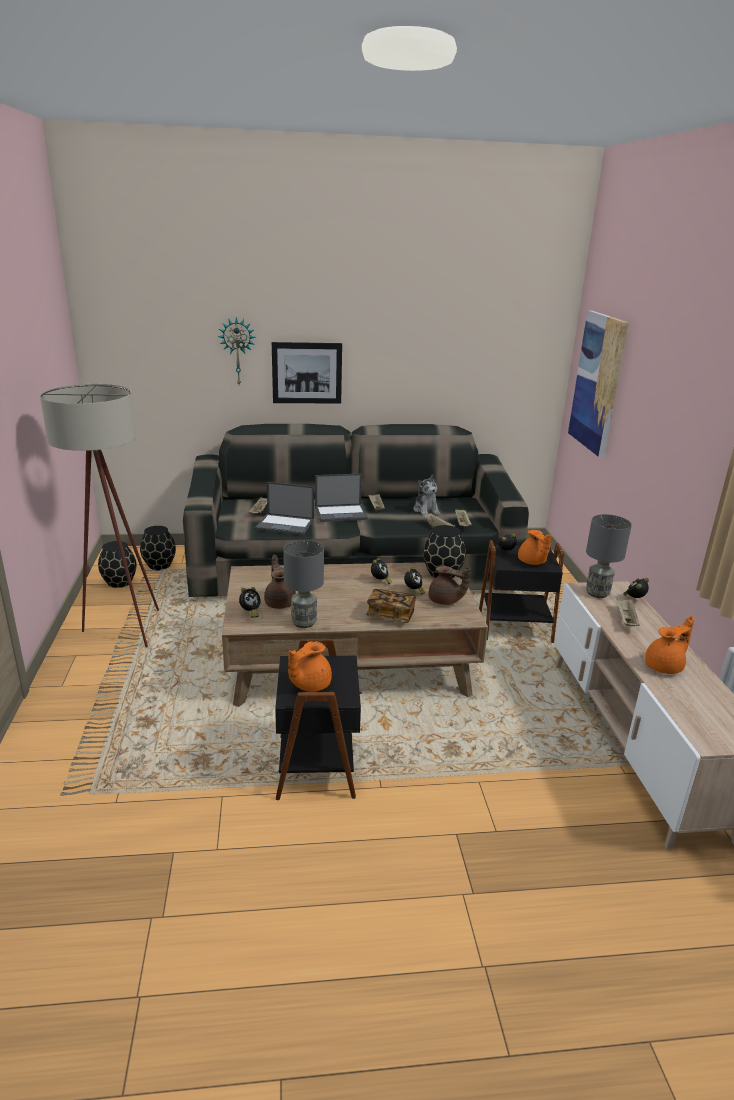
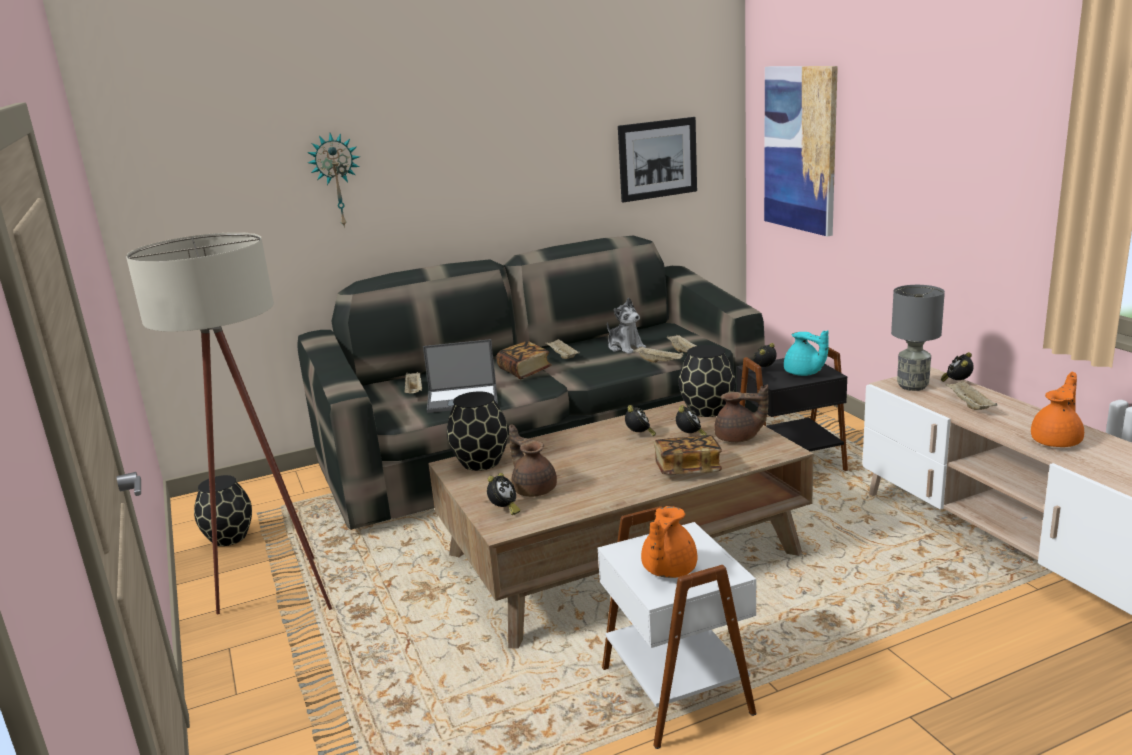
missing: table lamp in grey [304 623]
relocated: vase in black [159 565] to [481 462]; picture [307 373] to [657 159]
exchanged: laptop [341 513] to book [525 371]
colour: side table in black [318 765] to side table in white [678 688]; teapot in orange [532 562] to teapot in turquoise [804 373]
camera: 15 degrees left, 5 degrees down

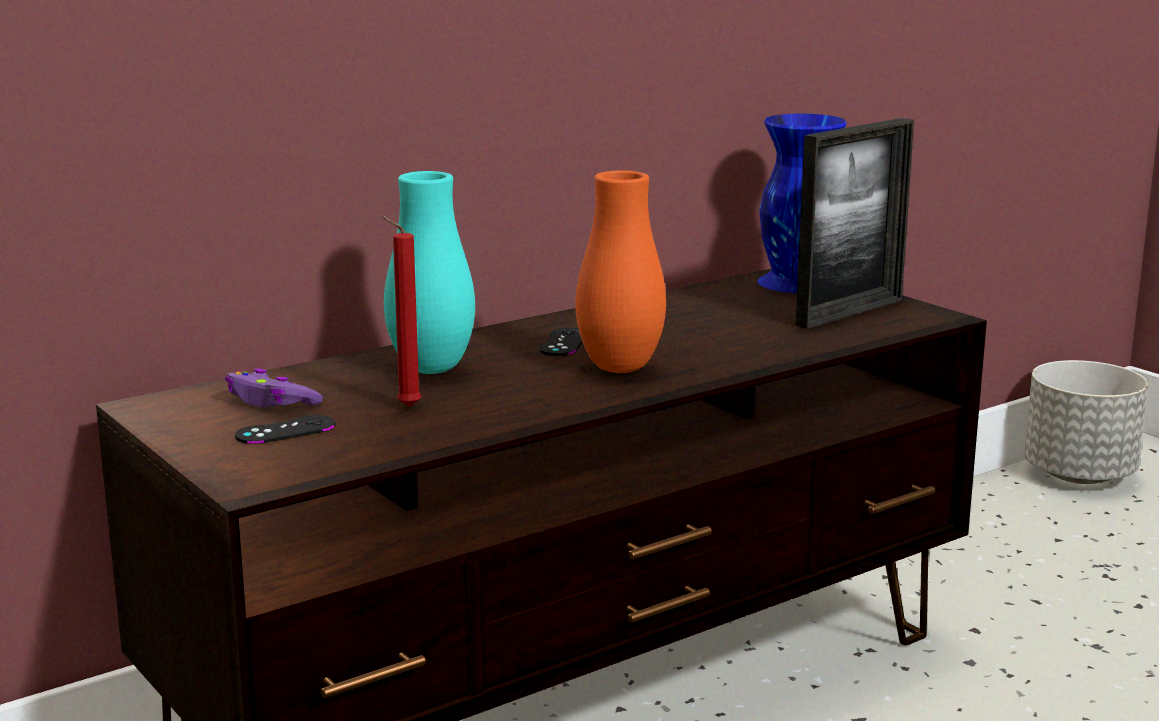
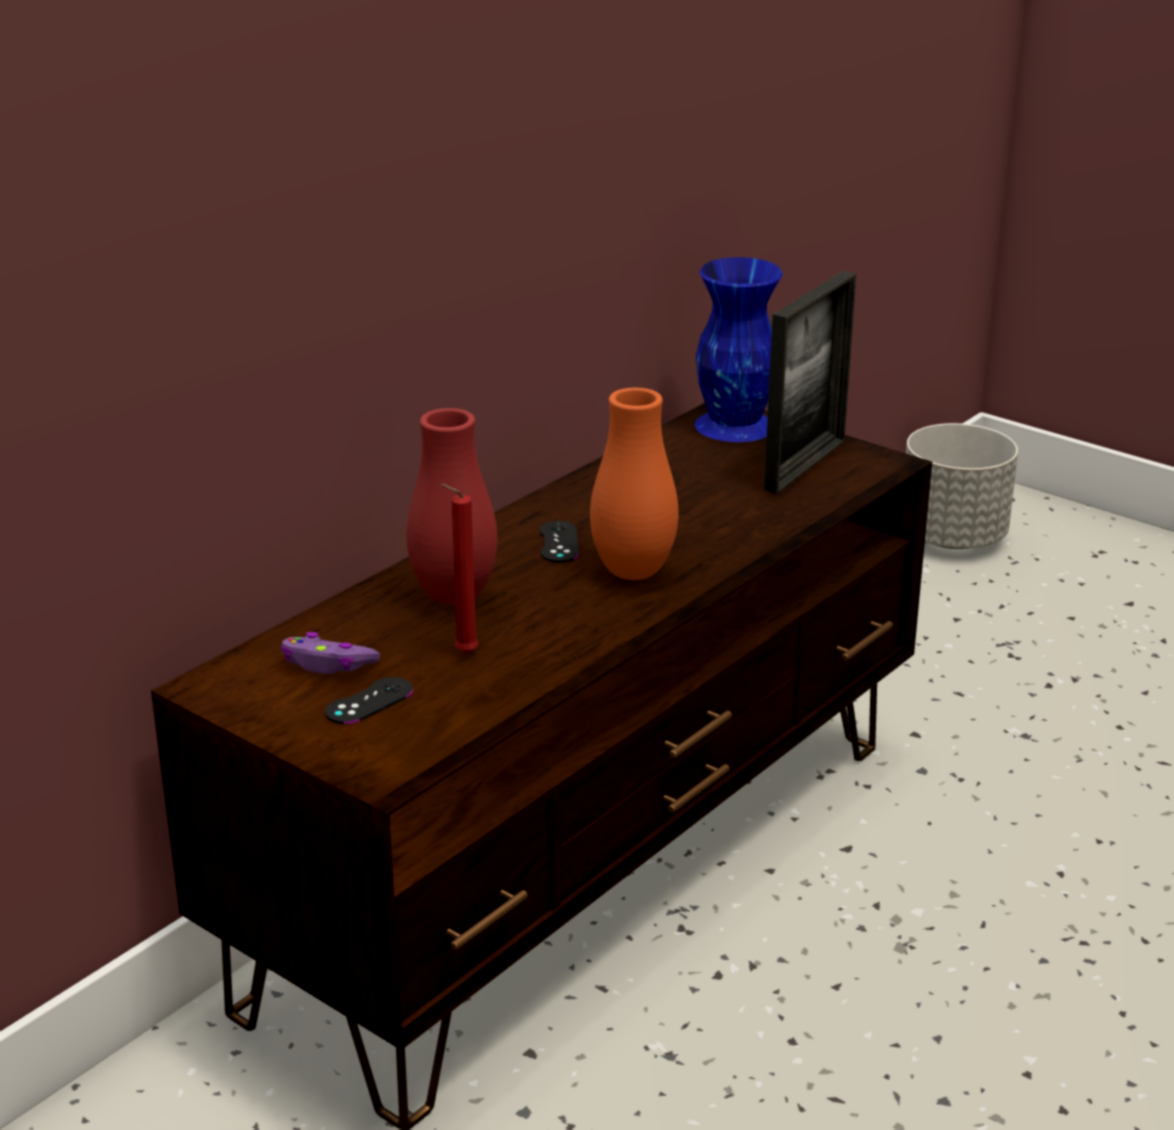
colour: vase in turquoise [431 369] to vase in red [454 596]
camera: 15 degrees left, 10 degrees up

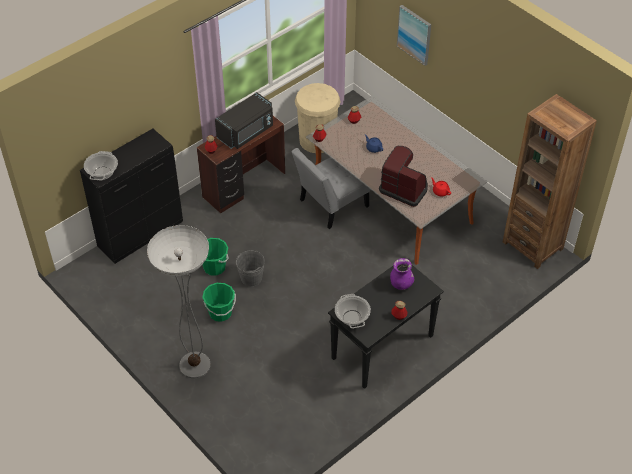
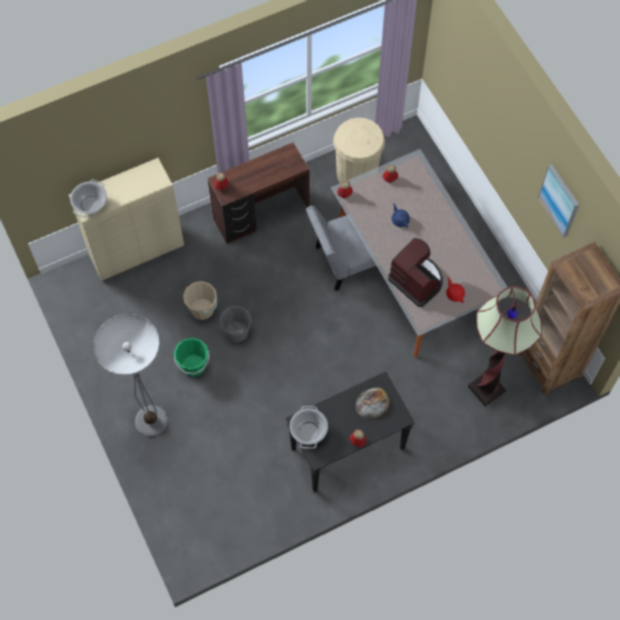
missing: microwave in black [246 132]
appeared: floor lamp [486 389]
relocated: picture [414 34] to [559 200]
exchanged: vase in purple [401 284] to bread [372 403]
colour: cabinet in black [141 234] to cabinet in beige [137 251]; bucket in green [214 267] to bucket in beige [202 309]
camera: 15 degrees right, 15 degrees up

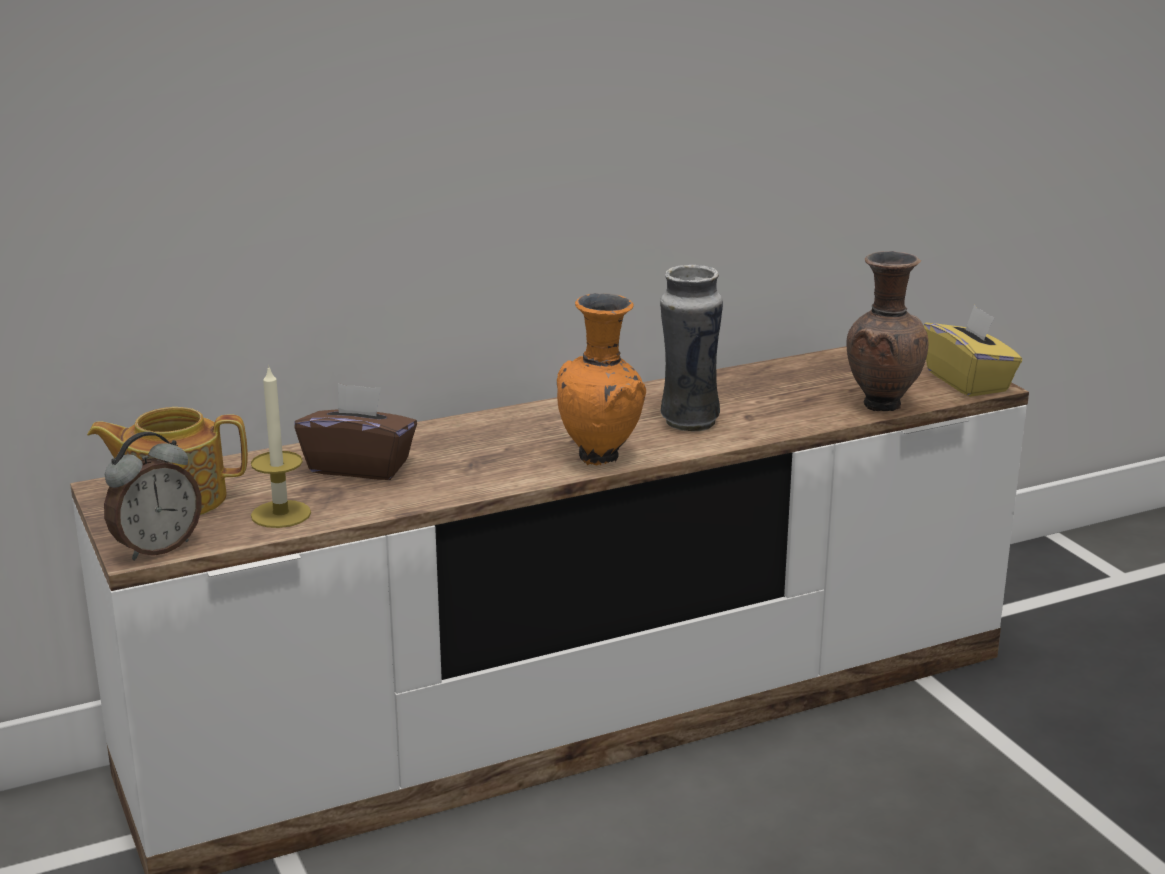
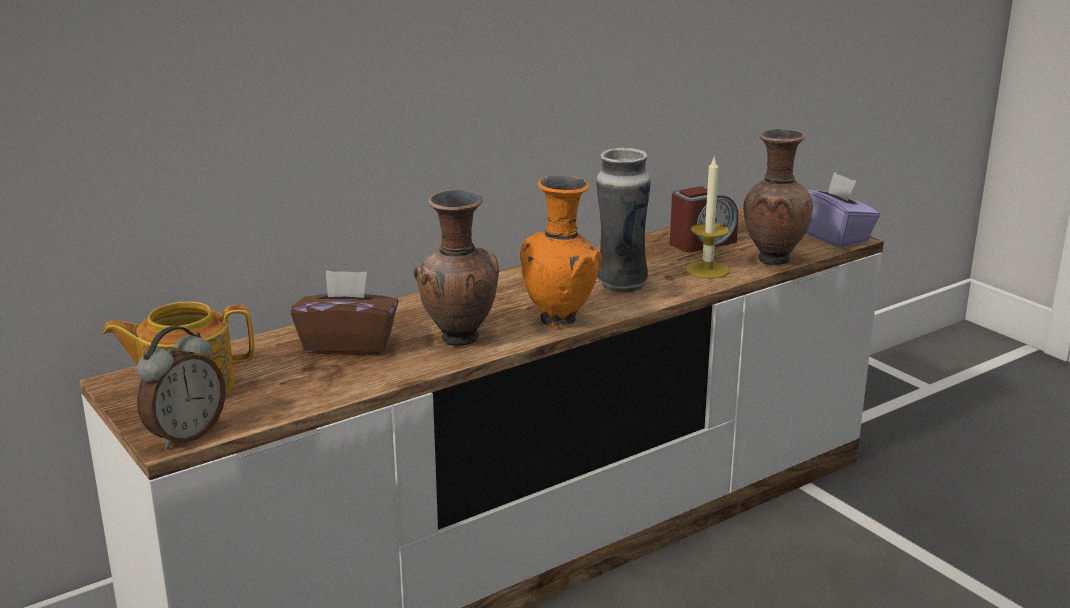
appeared: vase in brown [459 341]; alarm clock [701 242]
relocated: candle [281 514] to [707 270]
colour: tissue box in yellow [968 382] to tissue box in purple [832 236]
camera: 10 degrees left, 0 degrees up

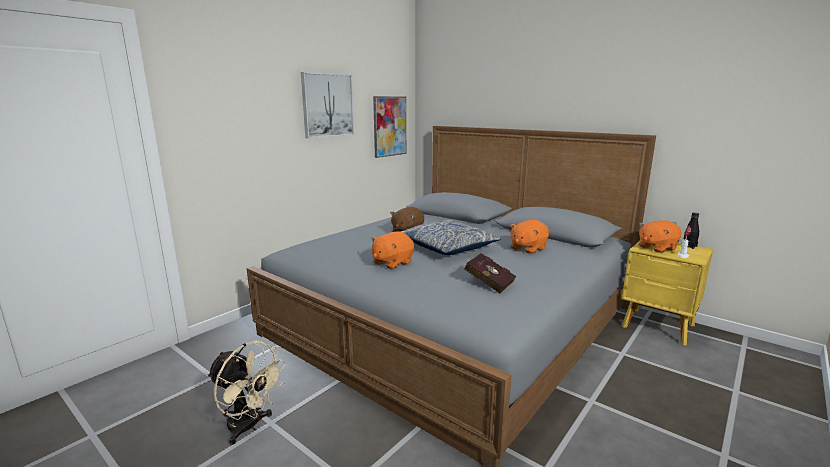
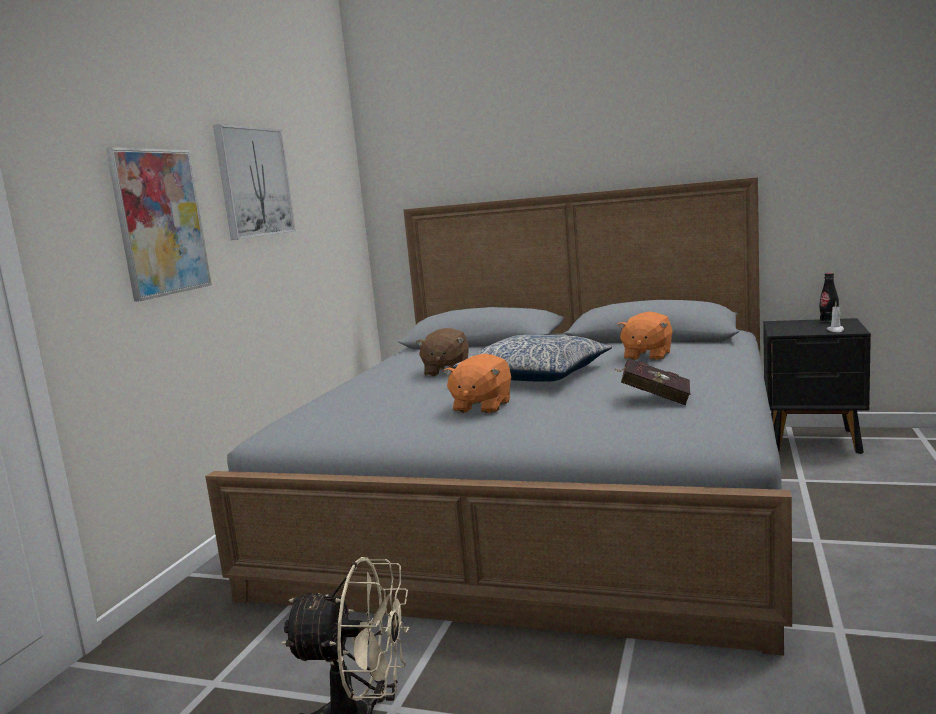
missing: plush toy in orange [656 248]
relocated: picture [389 126] to [160 222]
colour: nightstand in yellow [658 327] to nightstand in black [815 441]
camera: 20 degrees left, 5 degrees down

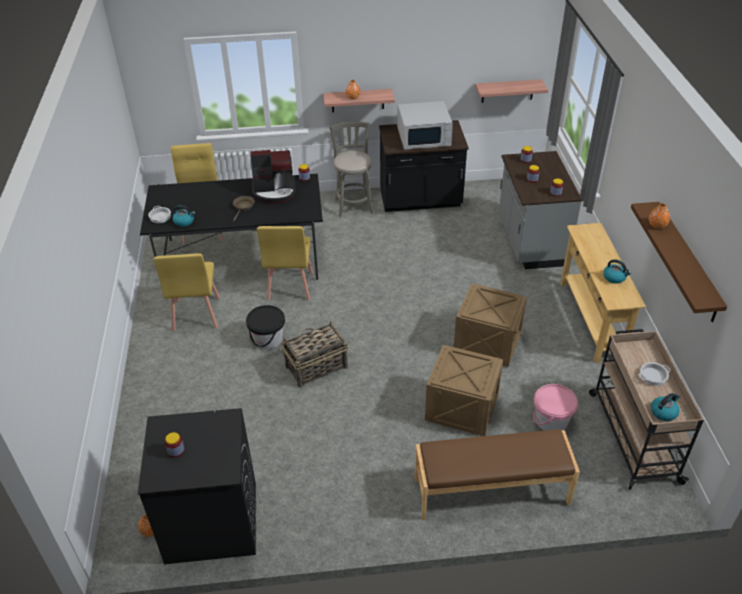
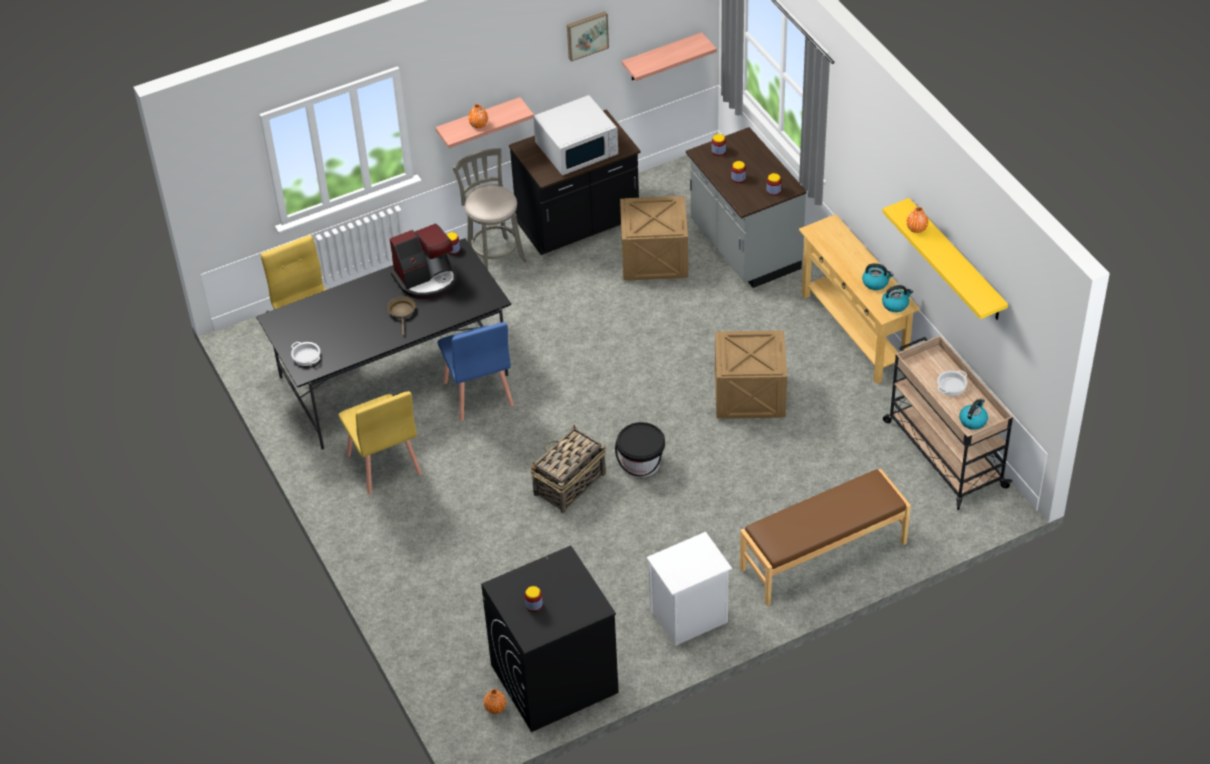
missing: bucket in pink [551 420]
appeared: picture [586 35]; nightstand in white [689 618]
relocated: kettle [184 221] to [895 304]; bucket in black [268 339] to [641 464]; crate [462 408] to [655 259]
colour: chair in yellow [289 286] to chair in blue [478 394]; shelf in brown [686 261] to shelf in yellow [956 261]
camera: 20 degrees left, 5 degrees up

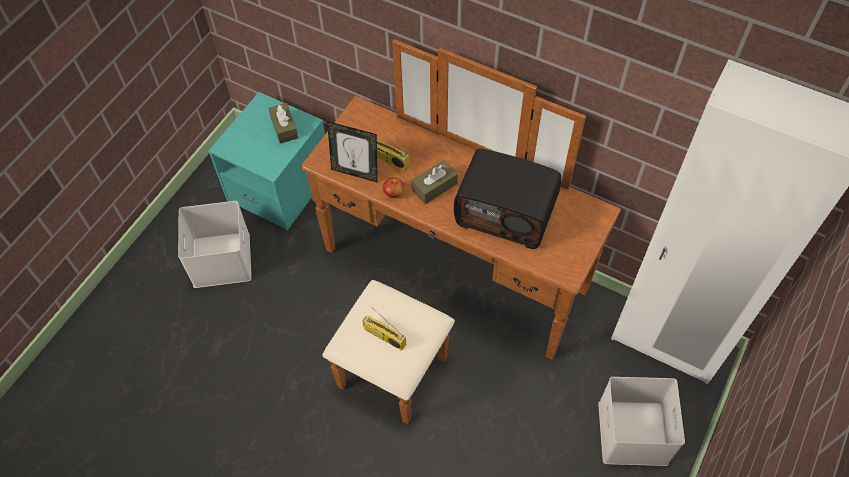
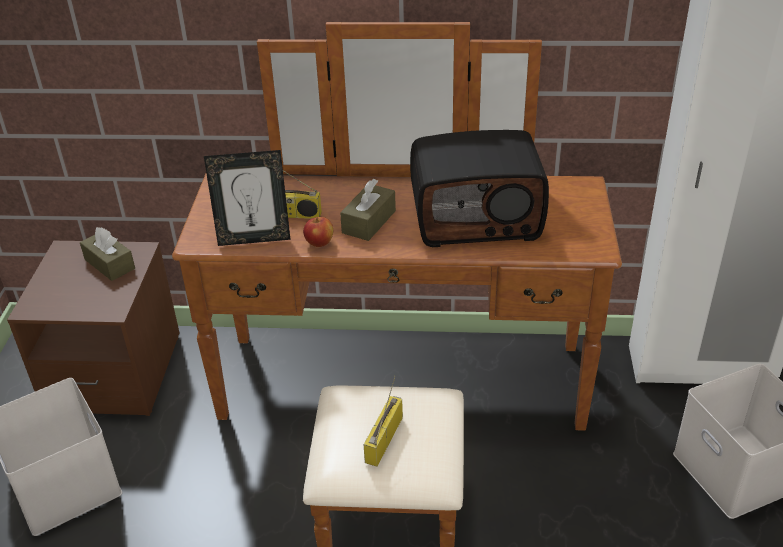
colour: nightstand in turquoise [280 186] to nightstand in brown [114 372]
spun: radio [384 336] = [383 438] 105 degrees clockwise
camera: 25 degrees left, 20 degrees down

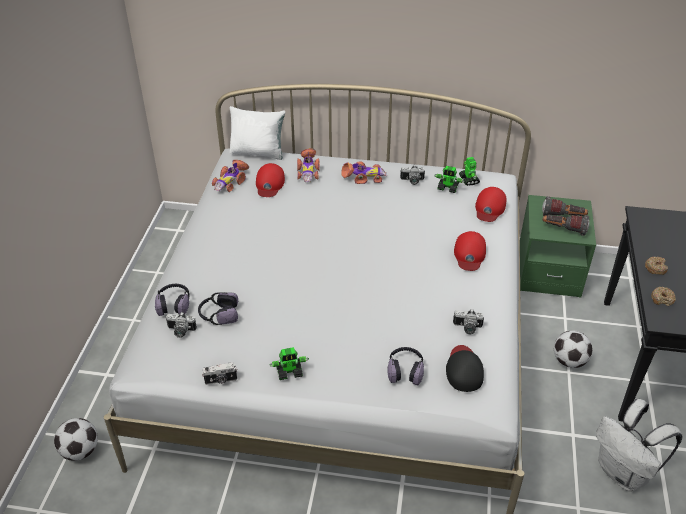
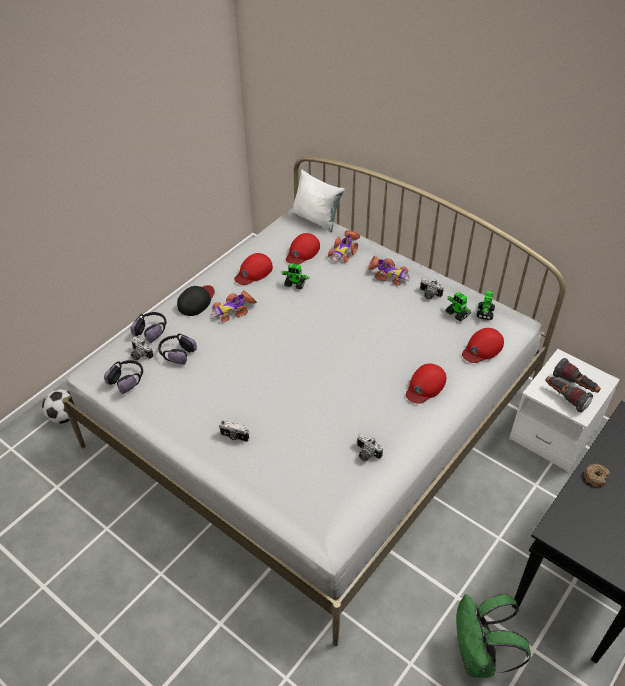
missing: football [569 361]; donut [662 299]
appeared: cap in red [253 272]
relocated: photo camera [221 380] to [234 437]; toy car [230 181] to [233 310]; toy robot [289 372] to [295 284]; headphones [405 370] to [127 379]; cap in black [464 369] to [196 301]
colour: nightstand in green [548 272] to nightstand in white [554 432]; backpack in white [624 473] to backpack in green [478 656]
camera: 30 degrees right, 5 degrees up

